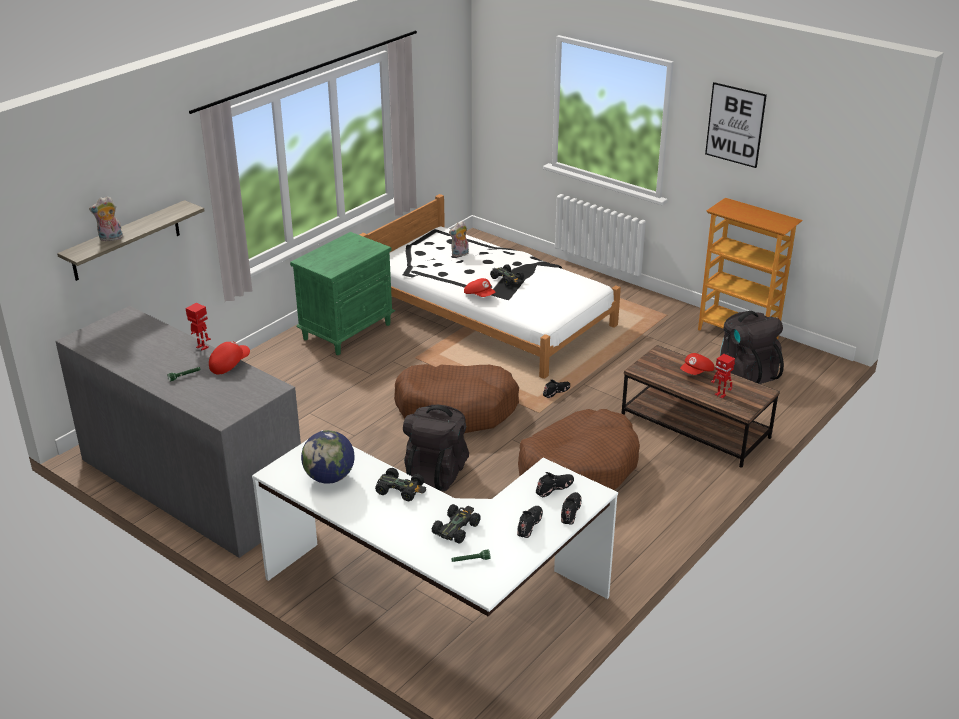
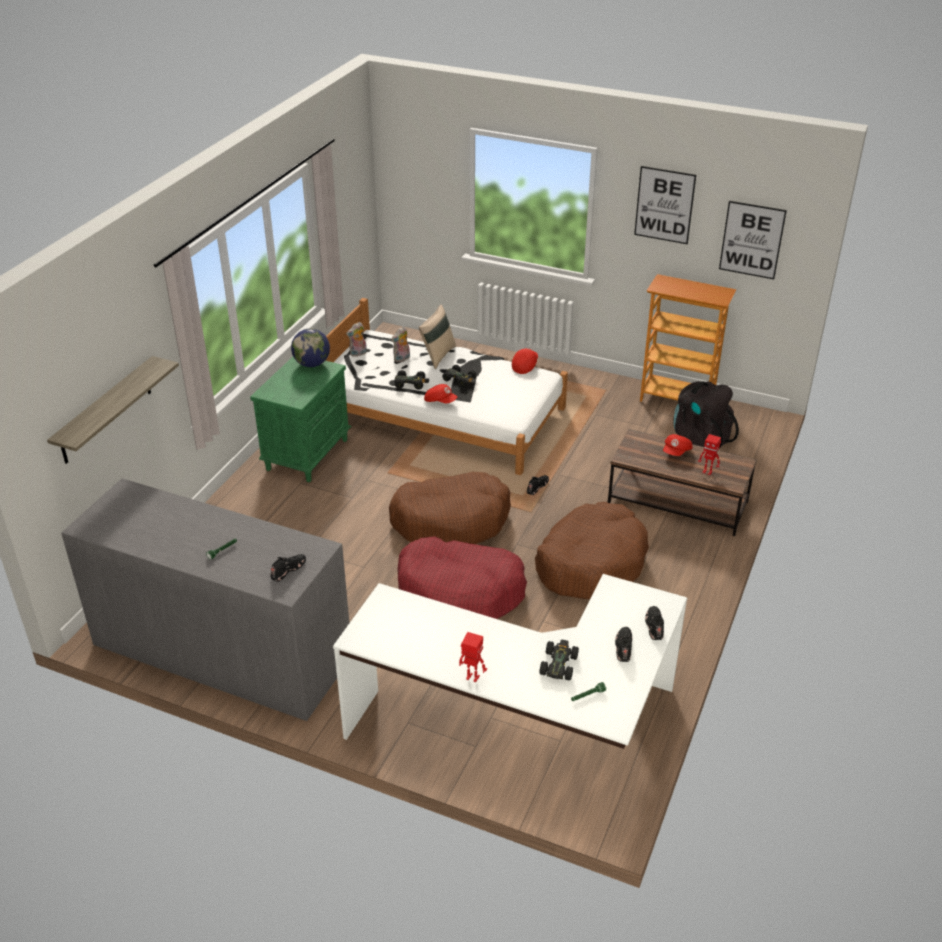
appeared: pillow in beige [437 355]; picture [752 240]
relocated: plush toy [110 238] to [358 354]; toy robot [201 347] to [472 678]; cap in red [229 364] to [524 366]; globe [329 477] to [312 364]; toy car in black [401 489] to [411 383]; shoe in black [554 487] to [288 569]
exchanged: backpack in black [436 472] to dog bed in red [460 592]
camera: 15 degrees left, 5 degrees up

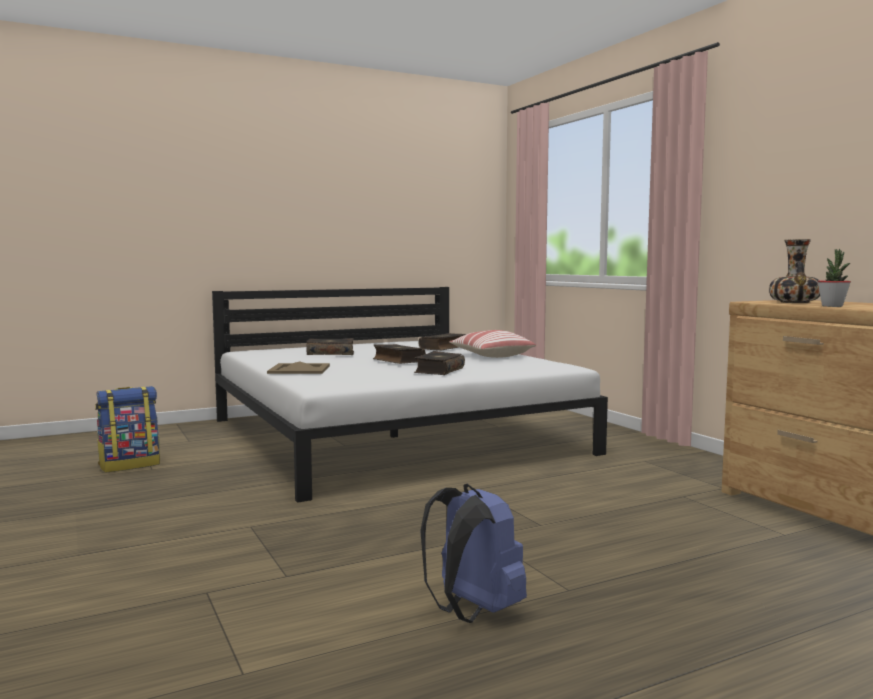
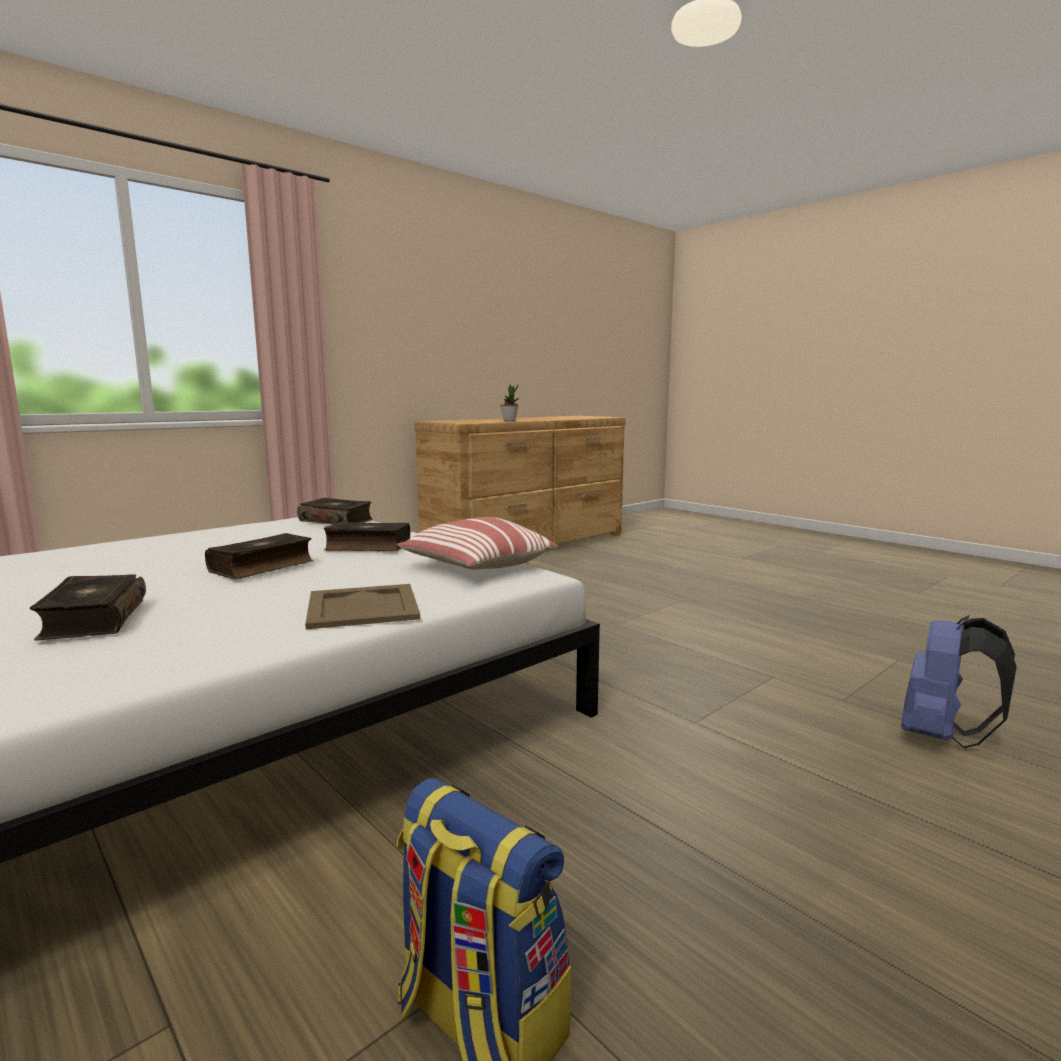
missing: vase [794 302]
relocated: book [444 348] to [337 521]; backpack in blue [472 611] to [941 736]; pillow [491 356] to [476 568]
camera: 105 degrees left, 5 degrees up

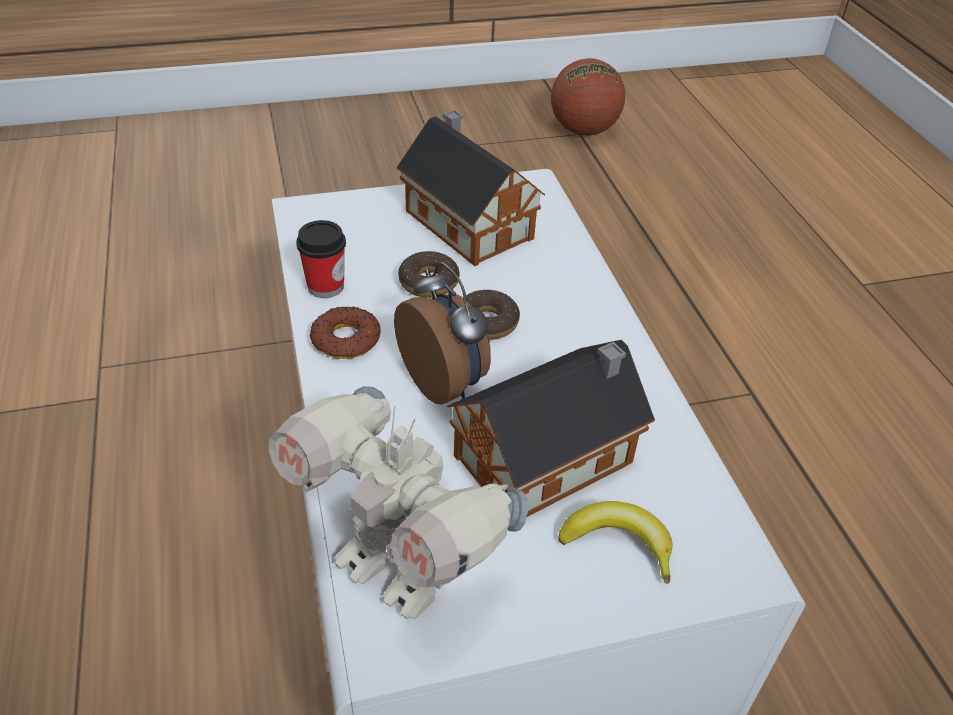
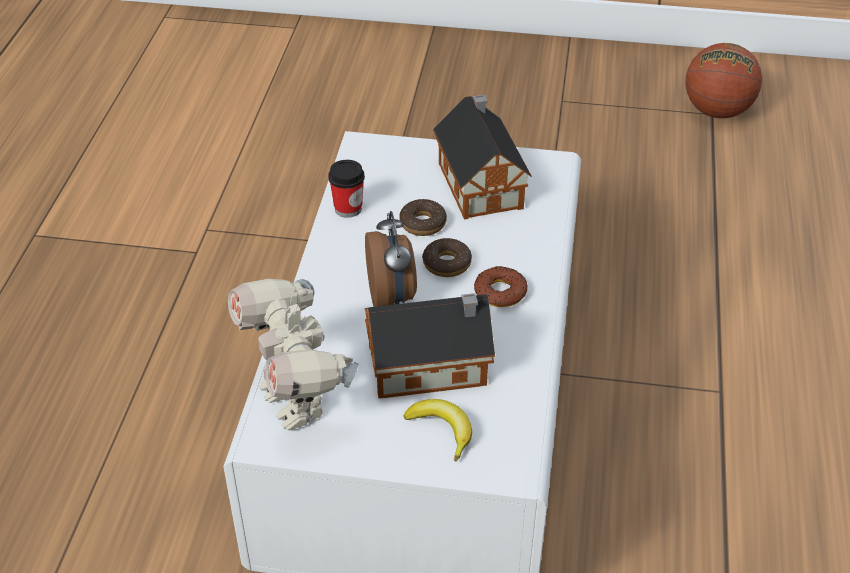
relocated: donut [345 339] to [500 292]
camera: 25 degrees right, 0 degrees up

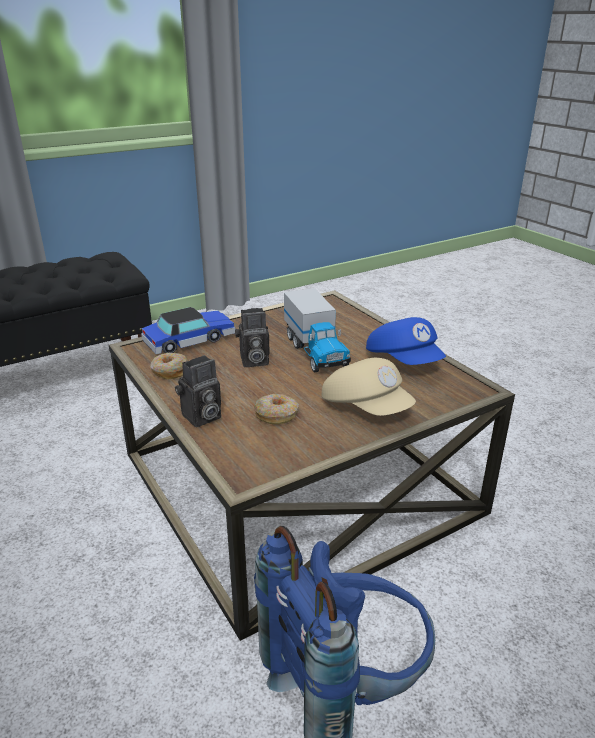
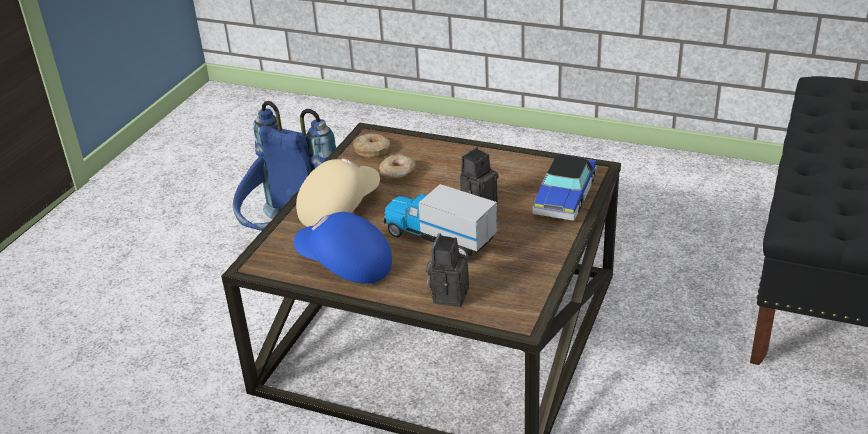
relocated: donut [169 371] to [372 151]; photo camera [201 418] to [448 294]
spun: cap in beige [367 407] = [338 208] 120 degrees clockwise
camera: 145 degrees right, 5 degrees up

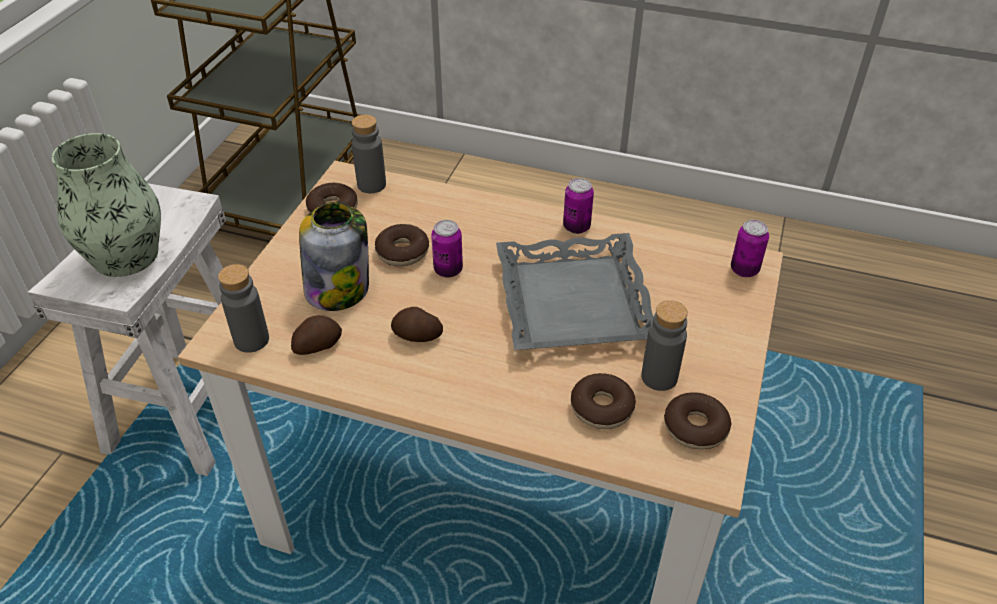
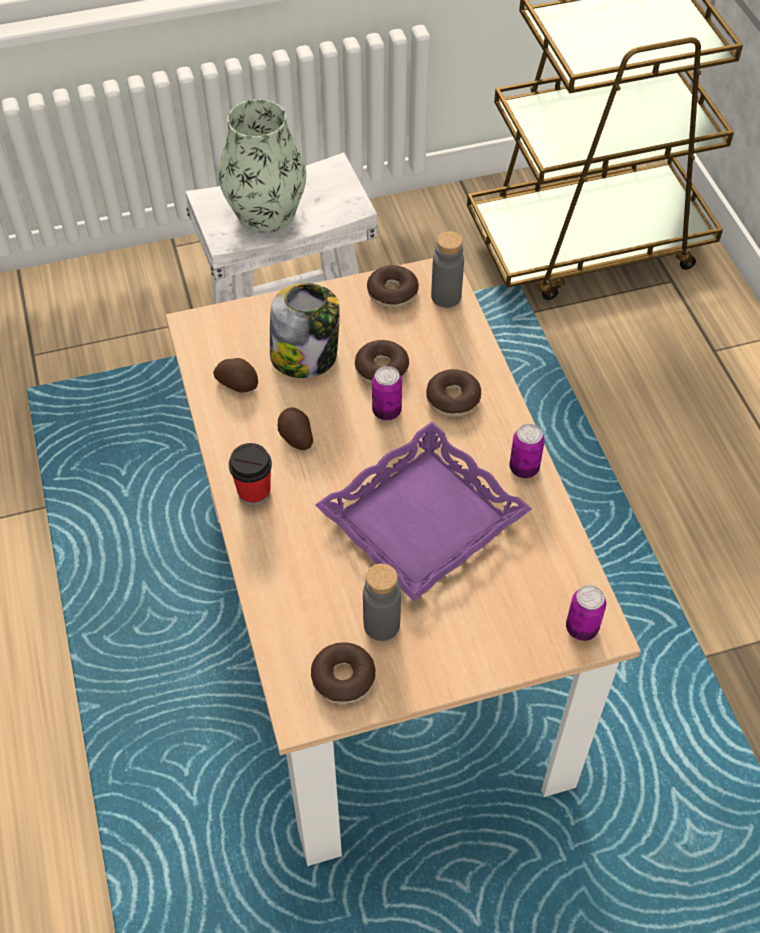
missing: bottle in grey [251 340]
appeared: cup [254 492]
relocated: donut [601 408] to [453 399]
colour: tray in grey [572 302] to tray in purple [421 517]
camera: 55 degrees right, 10 degrees up

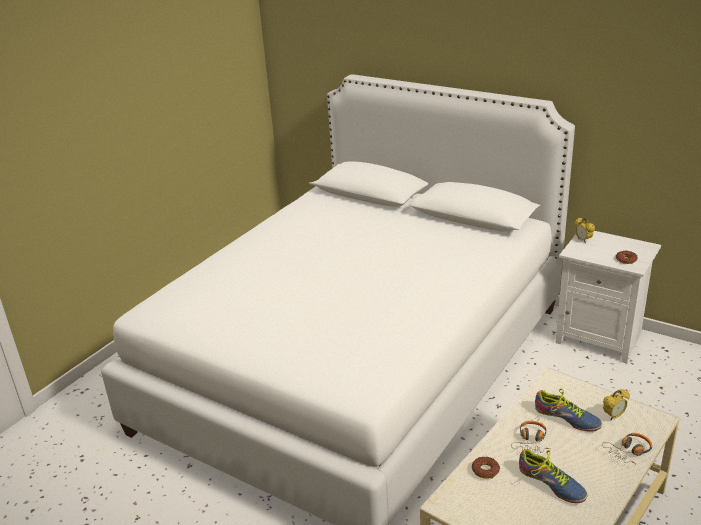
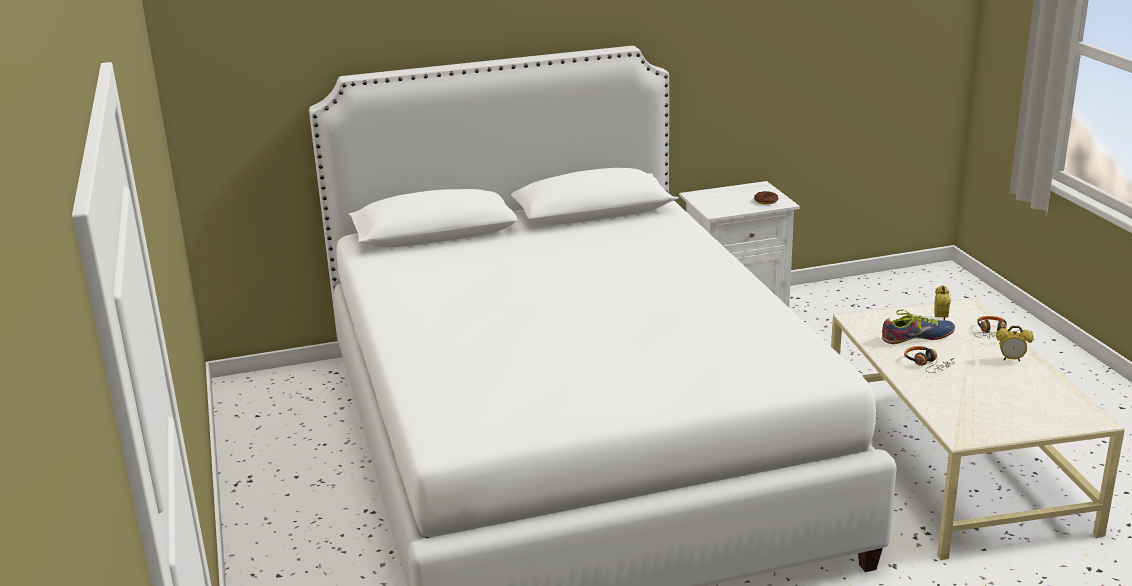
missing: donut [485 470]; shoe [551 483]
relocated: alarm clock [583 240] to [1011 359]
camera: 50 degrees left, 5 degrees down

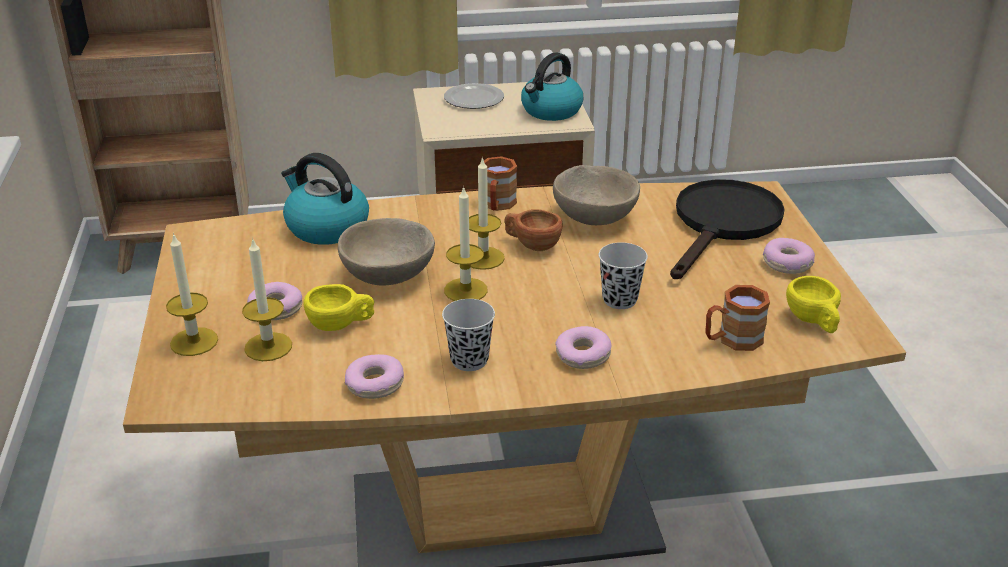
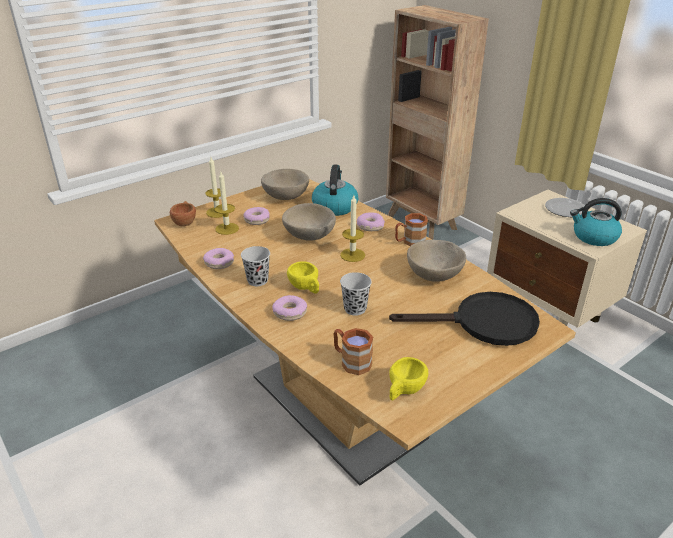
missing: candle [465 290]
appeared: bowl in beige [286 196]
relocated: cup in yellow [341 324] to [306 288]; cup in brown [531 245] to [185 222]; donut [787 264] to [370 226]
camera: 60 degrees right, 0 degrees up

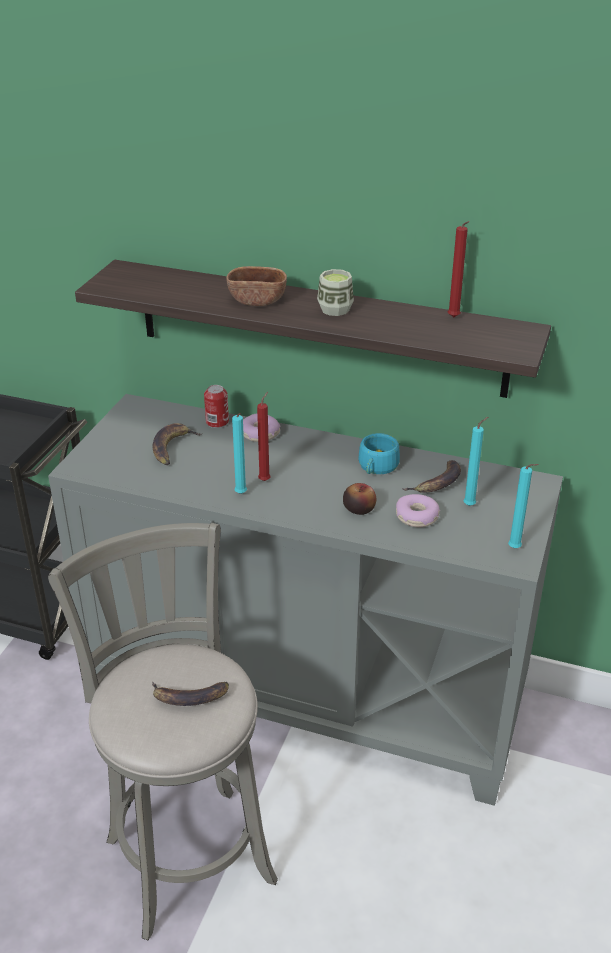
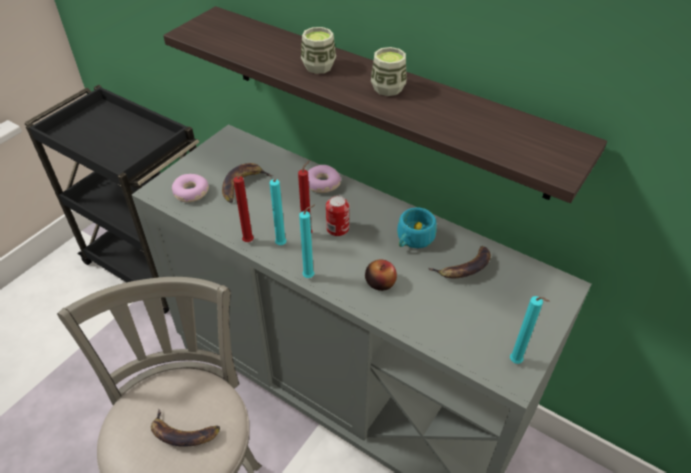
relocated: can [217 422] to [337 229]; donut [417 517] to [191 193]; candle in red [454 318] to [248 243]; candle in turquoise [471 505] to [310 276]
exchanged: bowl in brown [257 300] to cup [318 66]
camera: 15 degrees right, 10 degrees up

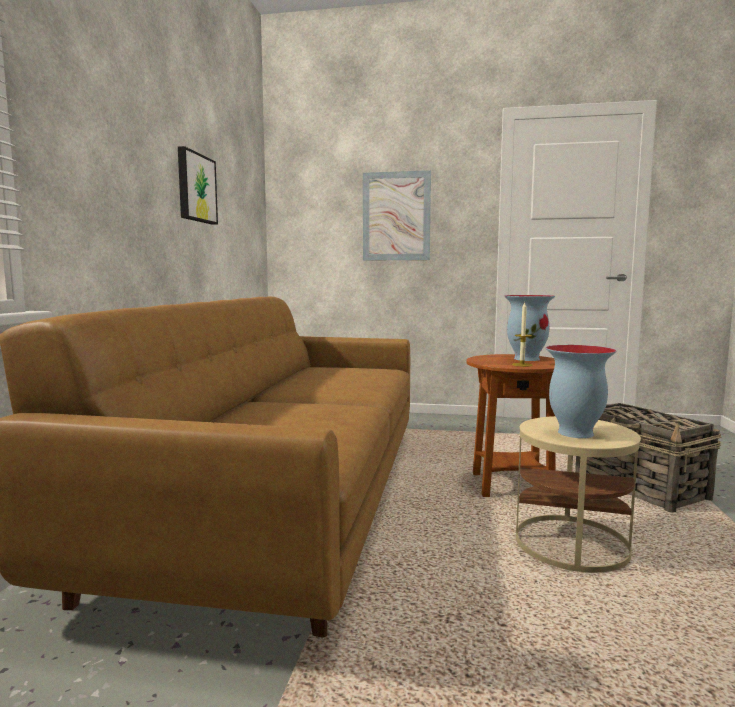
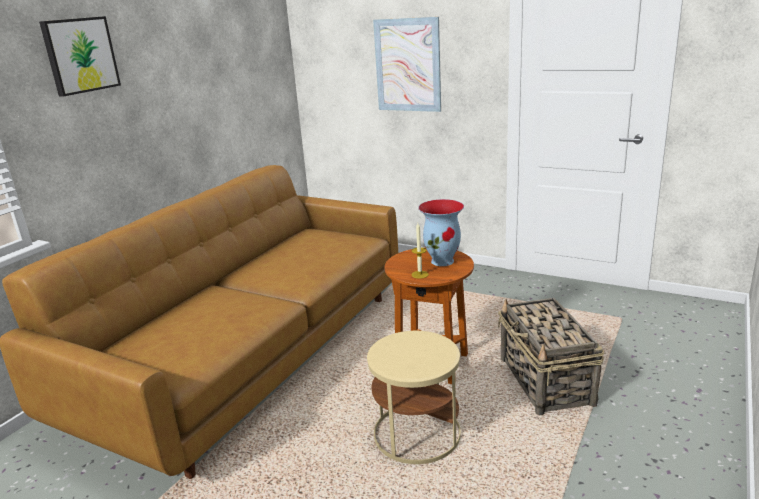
missing: vase [574 433]
relocated: picture [195 188] to [80 55]
camera: 20 degrees right, 15 degrees up

